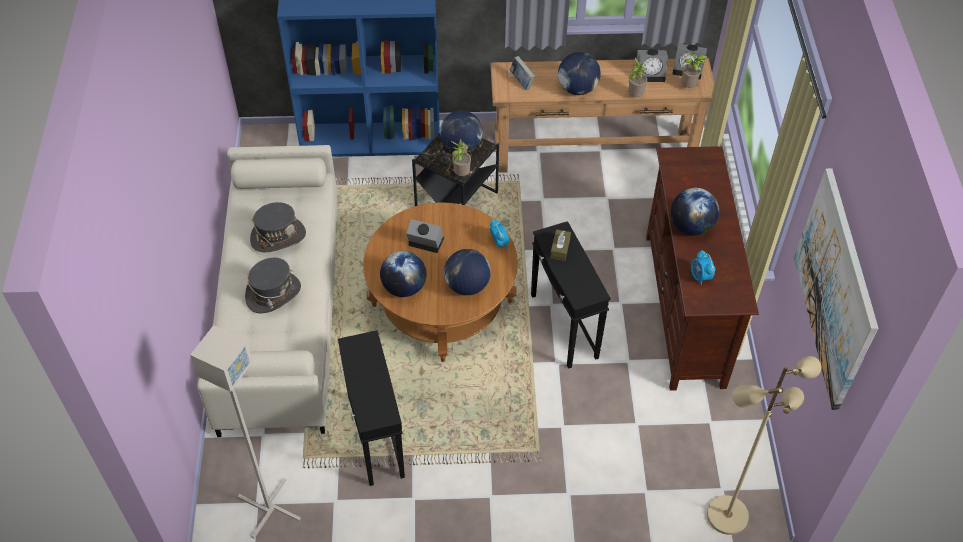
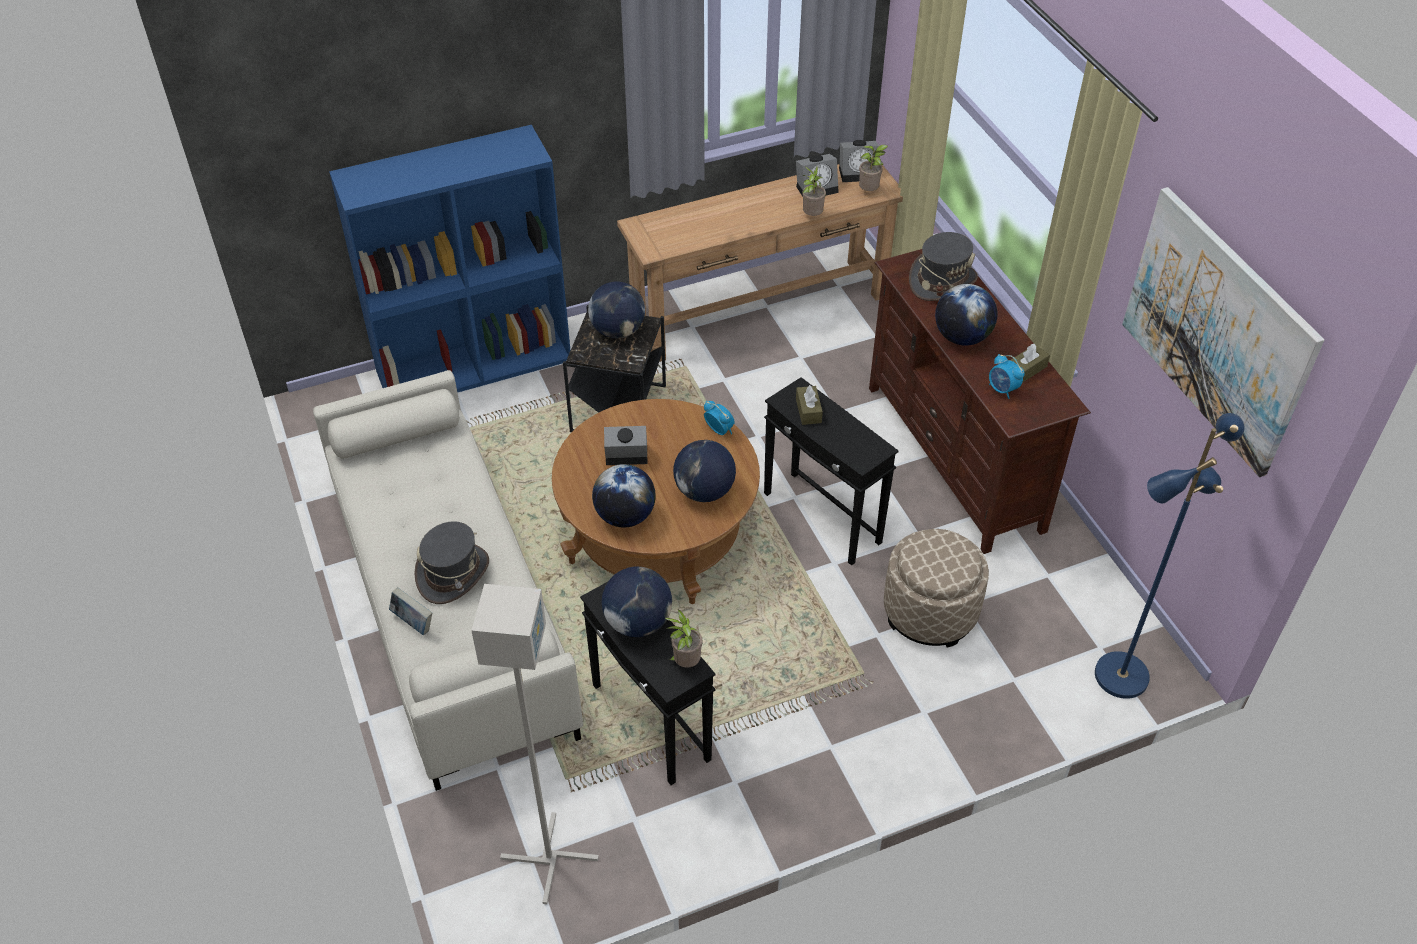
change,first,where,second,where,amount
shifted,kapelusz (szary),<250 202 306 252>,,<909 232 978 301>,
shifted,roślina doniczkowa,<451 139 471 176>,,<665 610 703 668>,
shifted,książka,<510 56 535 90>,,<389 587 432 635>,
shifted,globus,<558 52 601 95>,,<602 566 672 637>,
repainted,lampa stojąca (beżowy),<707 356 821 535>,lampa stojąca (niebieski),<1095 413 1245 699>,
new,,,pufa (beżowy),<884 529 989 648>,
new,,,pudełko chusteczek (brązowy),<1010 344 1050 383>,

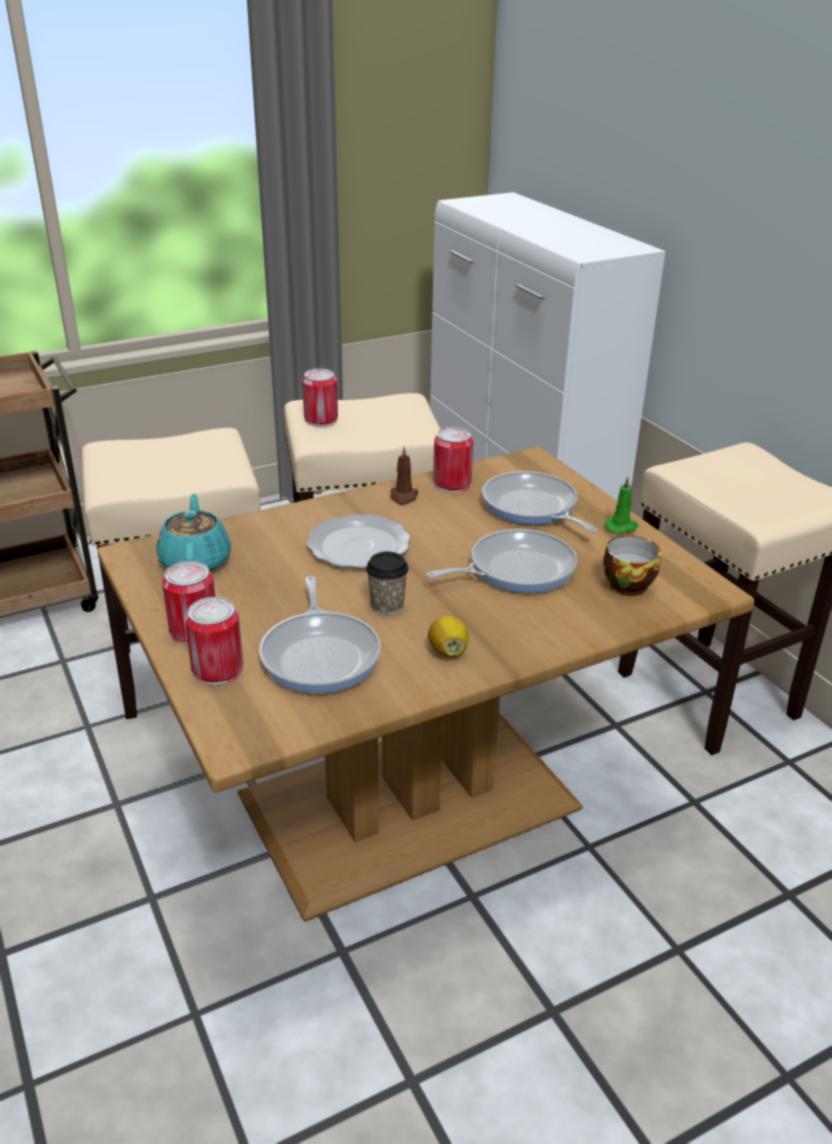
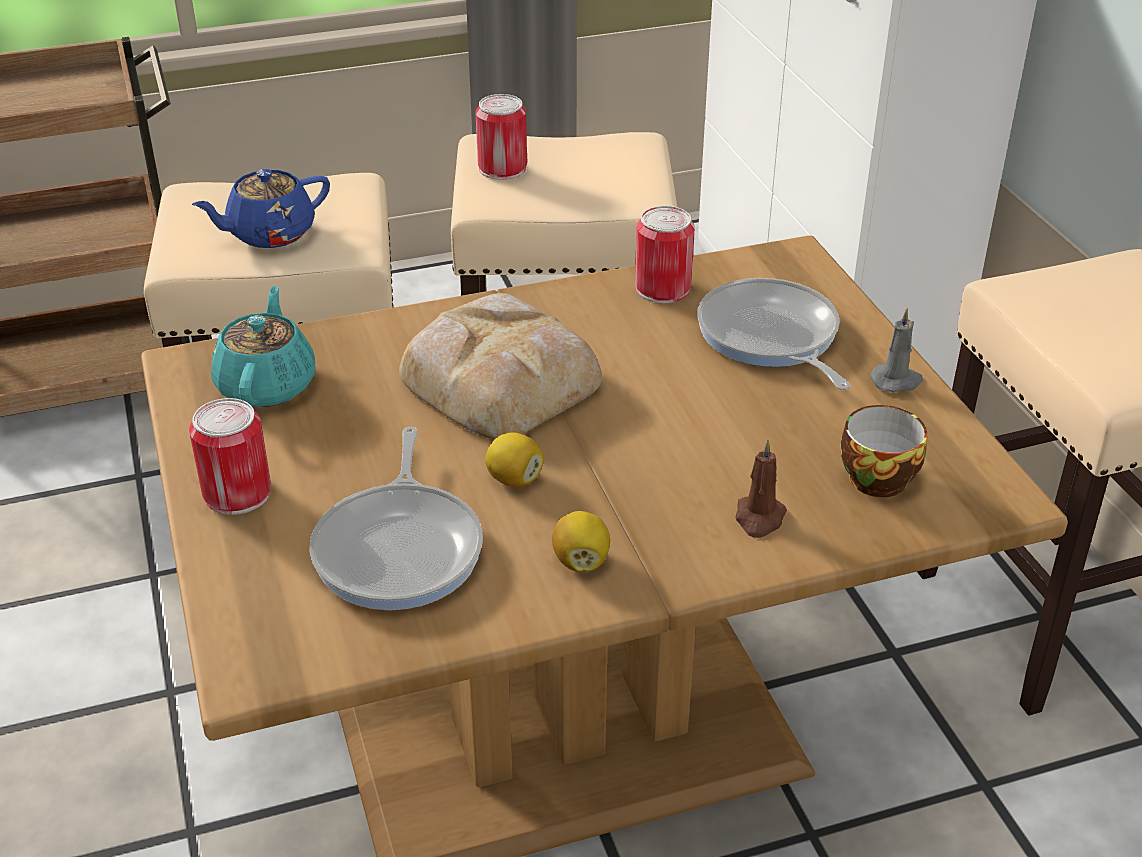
change,first,where,second,where,amount
gone,puszka,<185 597 243 685>,,,
swapped,talerz,<307 514 410 568>,chleb,<399 293 602 440>,
swapped,filiżanka,<366 551 409 614>,cytryna,<485 432 544 487>,
shifted,świeca (brązowy),<390 446 419 505>,,<736 440 787 538>,
gone,patelnia,<427 529 577 593>,,,
repainted,świeca (zielony),<604 476 639 534>,świeca (szary),<870 308 923 393>,
new,,,imbryk (niebieski),<192 169 330 248>,

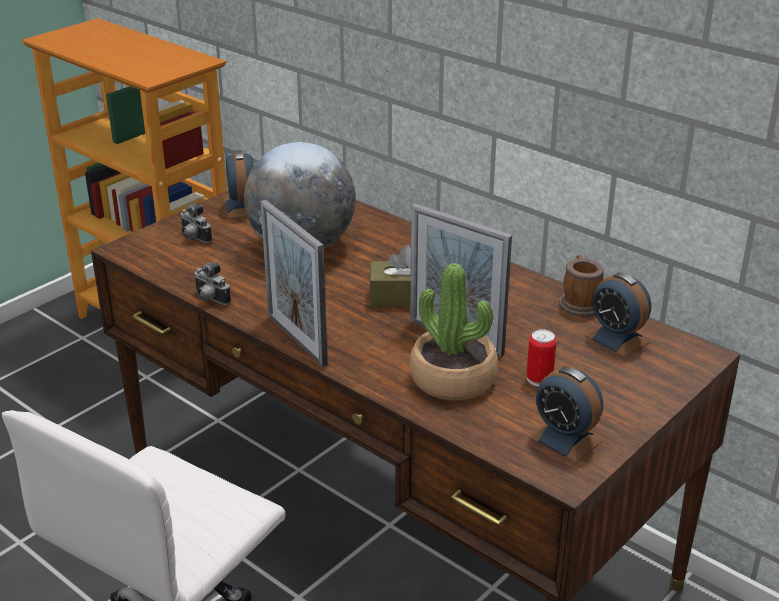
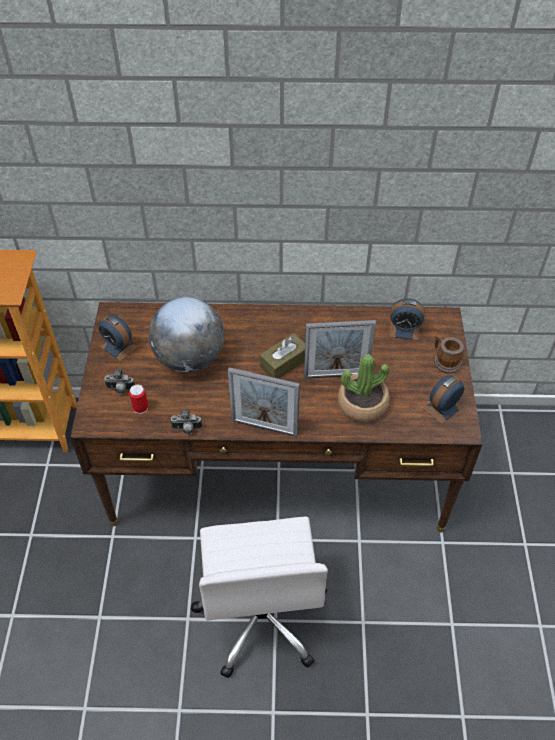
change,first,where,second,where,amount
shifted,puszka,<526 329 557 387>,,<129 384 148 414>,
rotated,budzik,<529 366 603 463>,,<423 375 464 424>,135 degrees clockwise
shifted,kubek,<559 255 604 317>,,<434 335 464 373>,

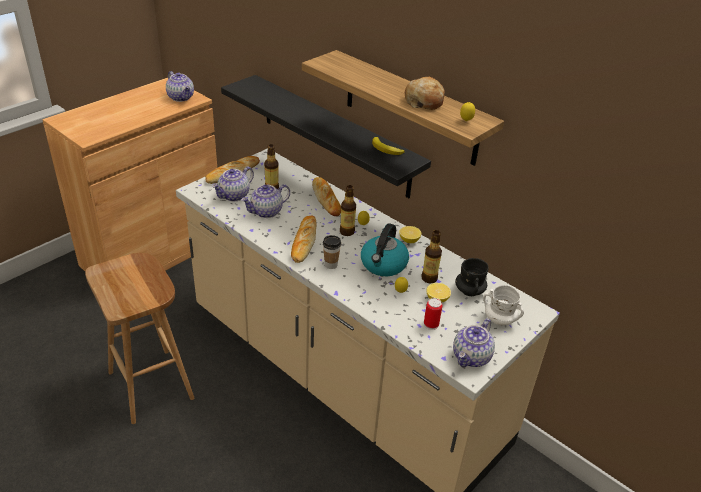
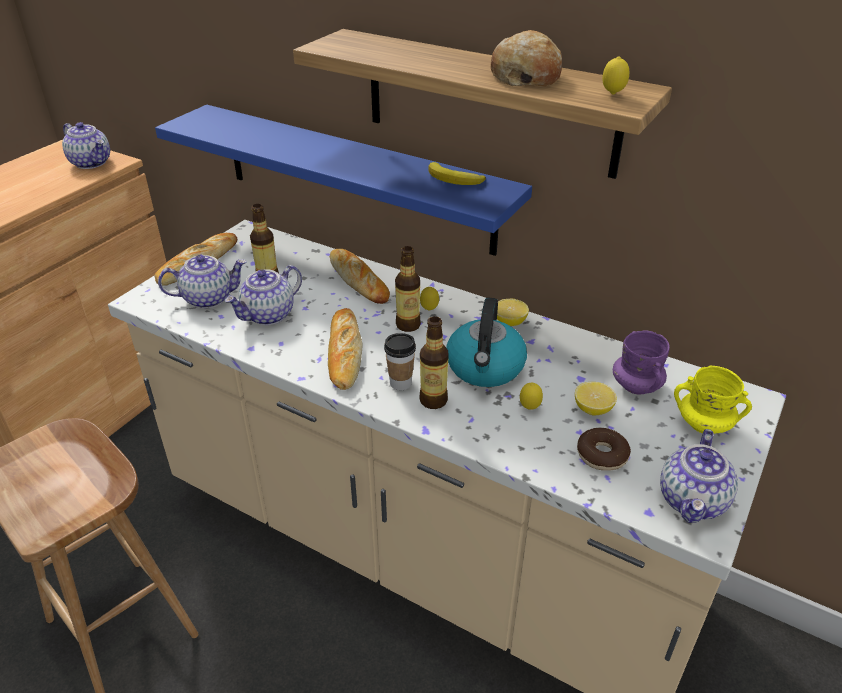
change,first,where,second,where,amount
rotated,imbryk,<212 166 254 201>,,<158 254 247 309>,135 degrees counterclockwise
repainted,półka (czarny),<221 75 431 198>,półka (niebieski),<155 105 532 256>,
shifted,butelka,<421 230 442 283>,,<419 316 449 409>,
swapped,puszka,<424 298 442 330>,donut,<577 428 631 471>,
repainted,kubek (czarny),<455 258 489 296>,kubek (fioletowy),<613 330 669 394>,
repainted,kubek (biały),<483 285 524 325>,kubek (żółty),<674 366 752 434>,

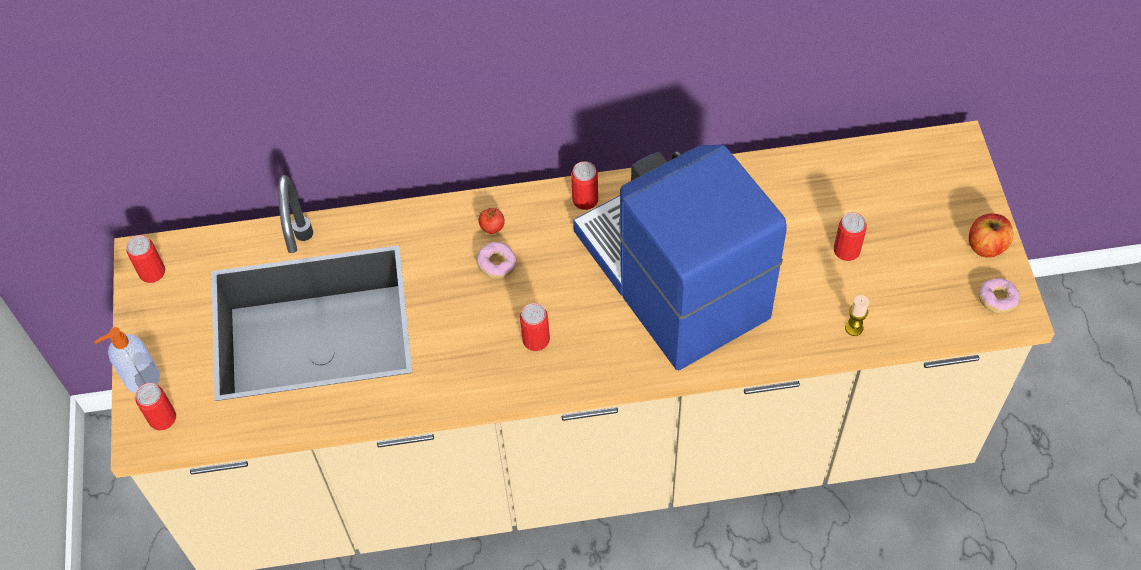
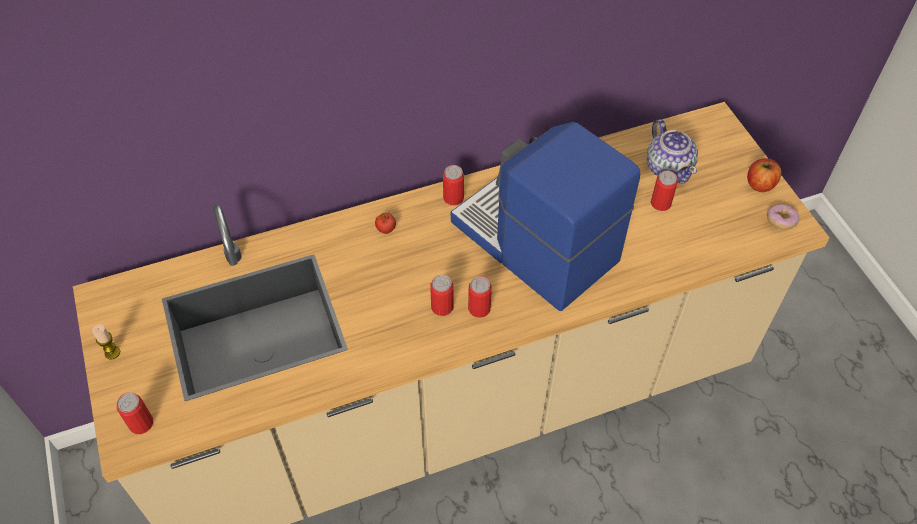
change,first,where,second,where,amount
gone,dozownik mydła,<94 327 160 394>,,,
shifted,puszka,<126 235 165 283>,,<468 276 492 318>,
gone,donut,<476 242 516 279>,,,
shifted,świeca,<845 295 869 336>,,<92 324 120 360>,
new,,,imbryk,<647 119 698 183>,

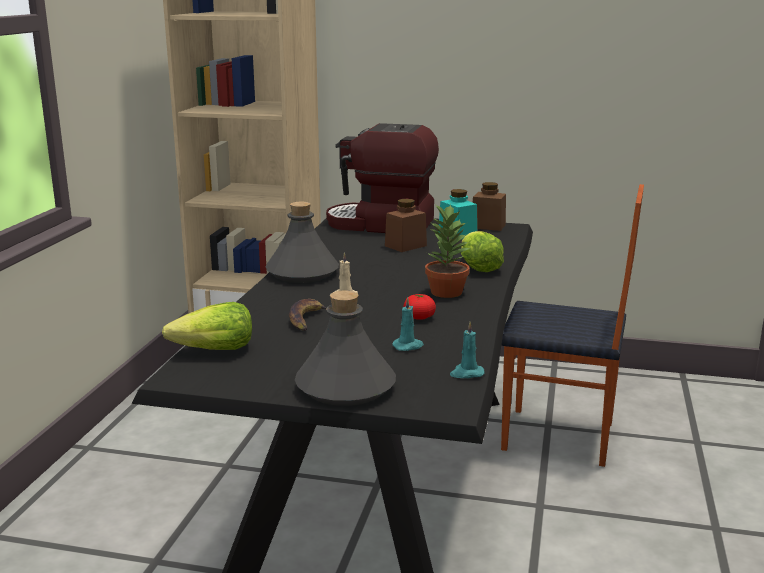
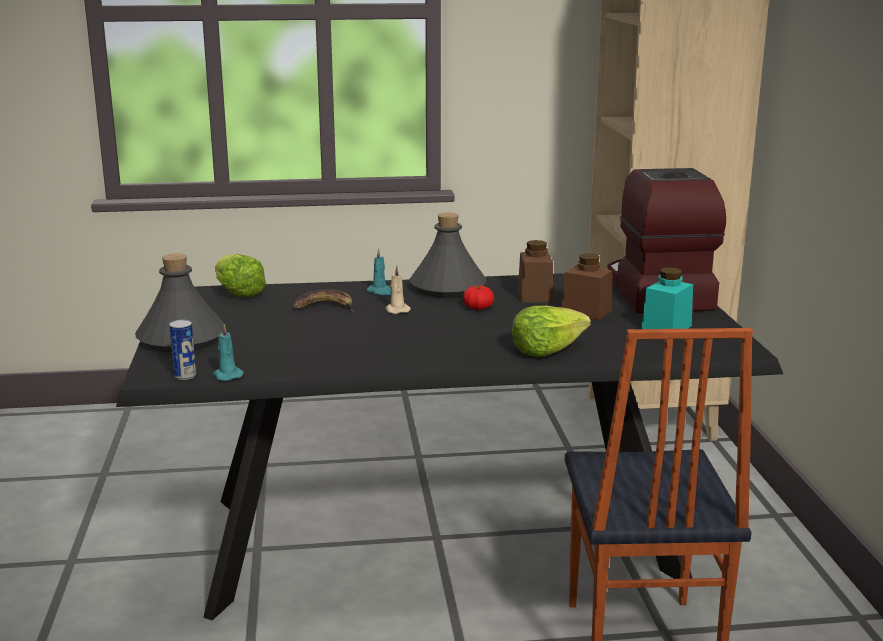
change,first,where,second,where,amount
shifted,świeca (turkusowy),<392 297 424 351>,,<367 248 392 295>,
shifted,pomidor,<403 294 436 320>,,<463 285 494 310>,
gone,roślina doniczkowa,<425 204 472 298>,,,
shifted,słoik (brązowy),<473 182 506 231>,,<518 240 553 303>,
new,,,puszka,<169 320 196 380>,

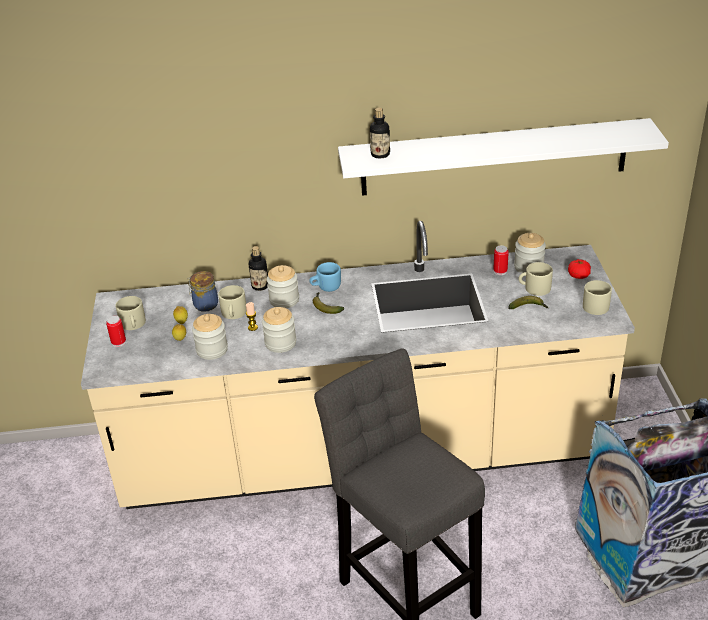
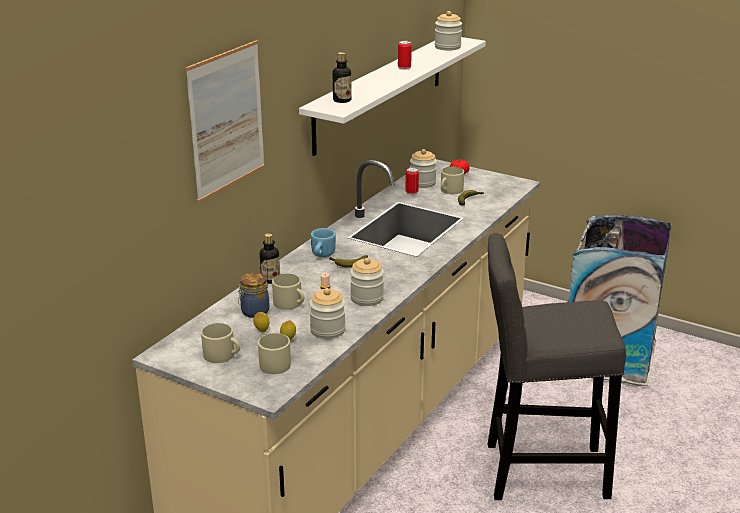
change,first,where,second,where,amount
shifted,puszka,<106 316 126 347>,,<398 41 412 70>,
shifted,słoik,<267 265 299 308>,,<435 11 462 51>,
shifted,kubek (beżowy),<583 280 612 315>,,<258 333 291 374>,
new,,,obraz,<185 40 265 203>,

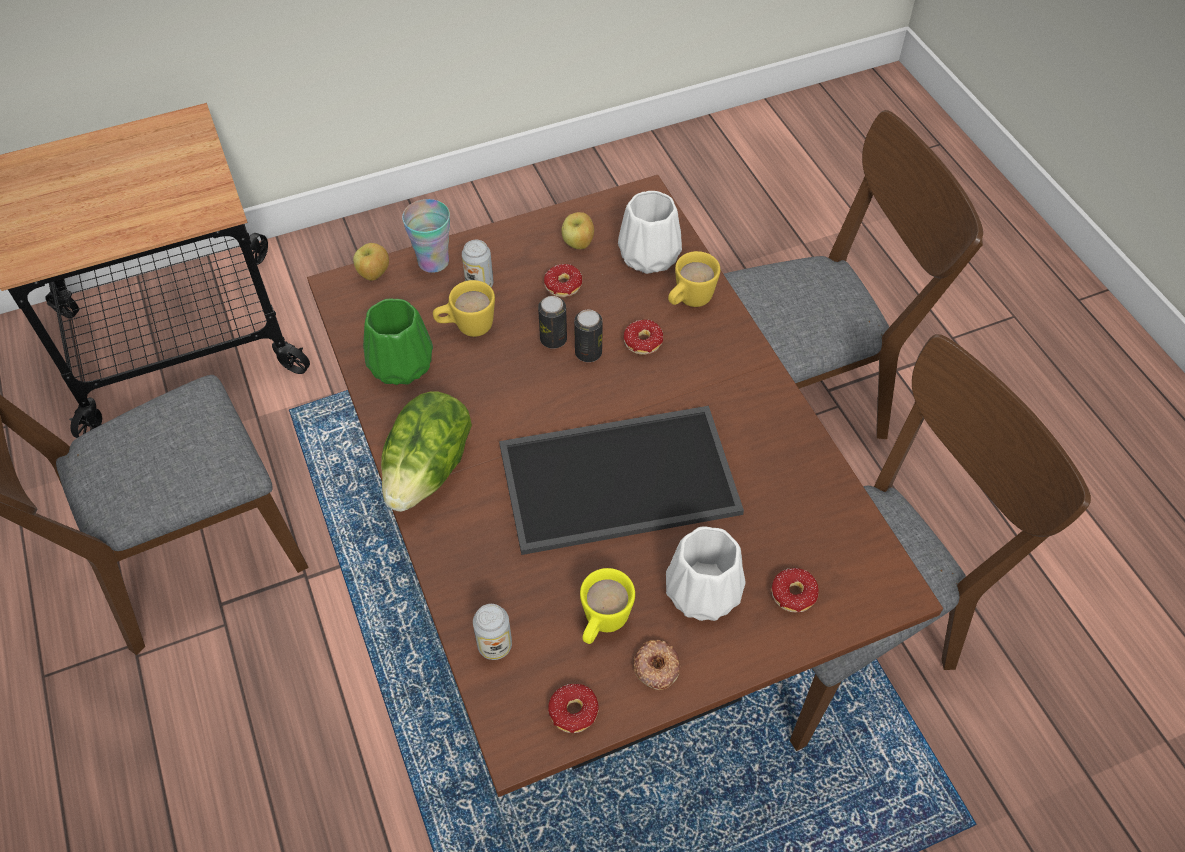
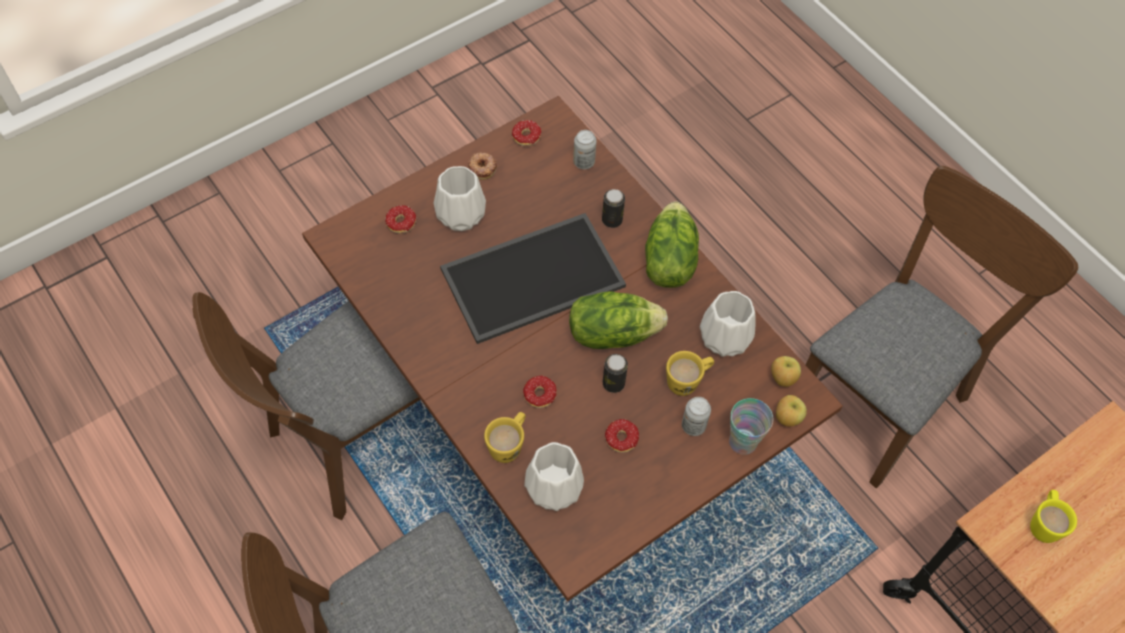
change,first,where,second,where,amount
repainted,wazon (zielony),<363 298 433 385>,wazon (biały),<700 291 755 357>,
shifted,jabłko,<561 212 594 249>,,<771 356 801 387>,
shifted,puszka,<574 309 603 362>,,<602 189 625 228>,
shifted,kubek (żółty),<580 568 635 644>,,<1030 490 1077 543>,
new,,,sałata,<569 291 668 349>,

